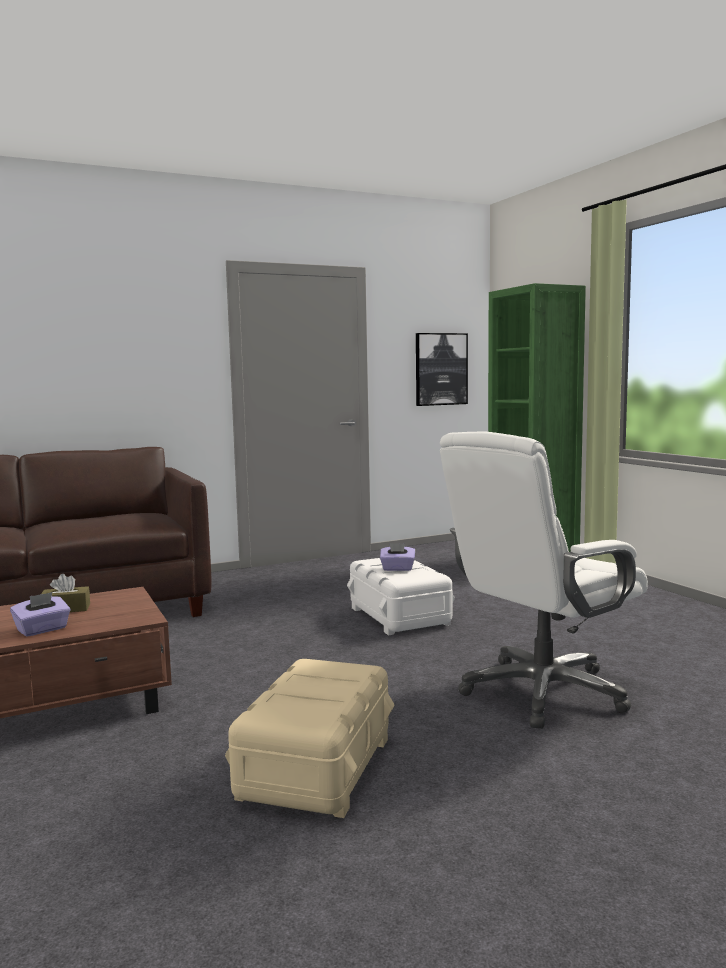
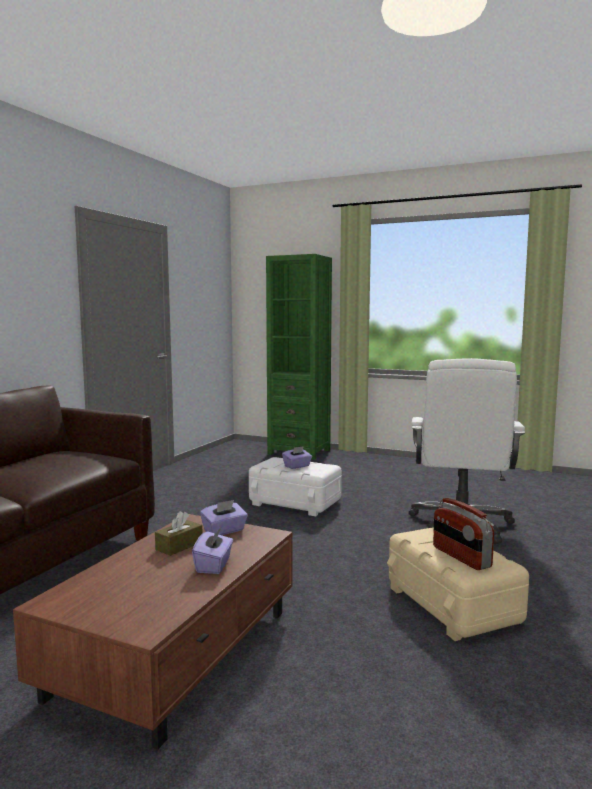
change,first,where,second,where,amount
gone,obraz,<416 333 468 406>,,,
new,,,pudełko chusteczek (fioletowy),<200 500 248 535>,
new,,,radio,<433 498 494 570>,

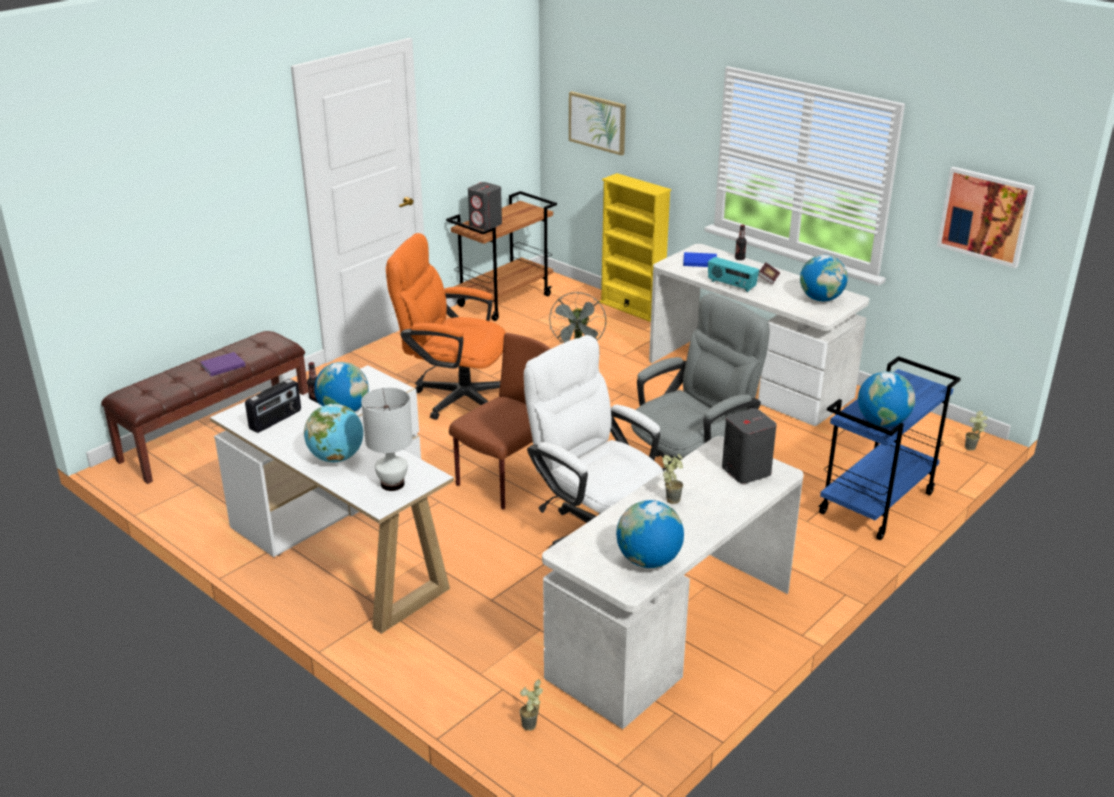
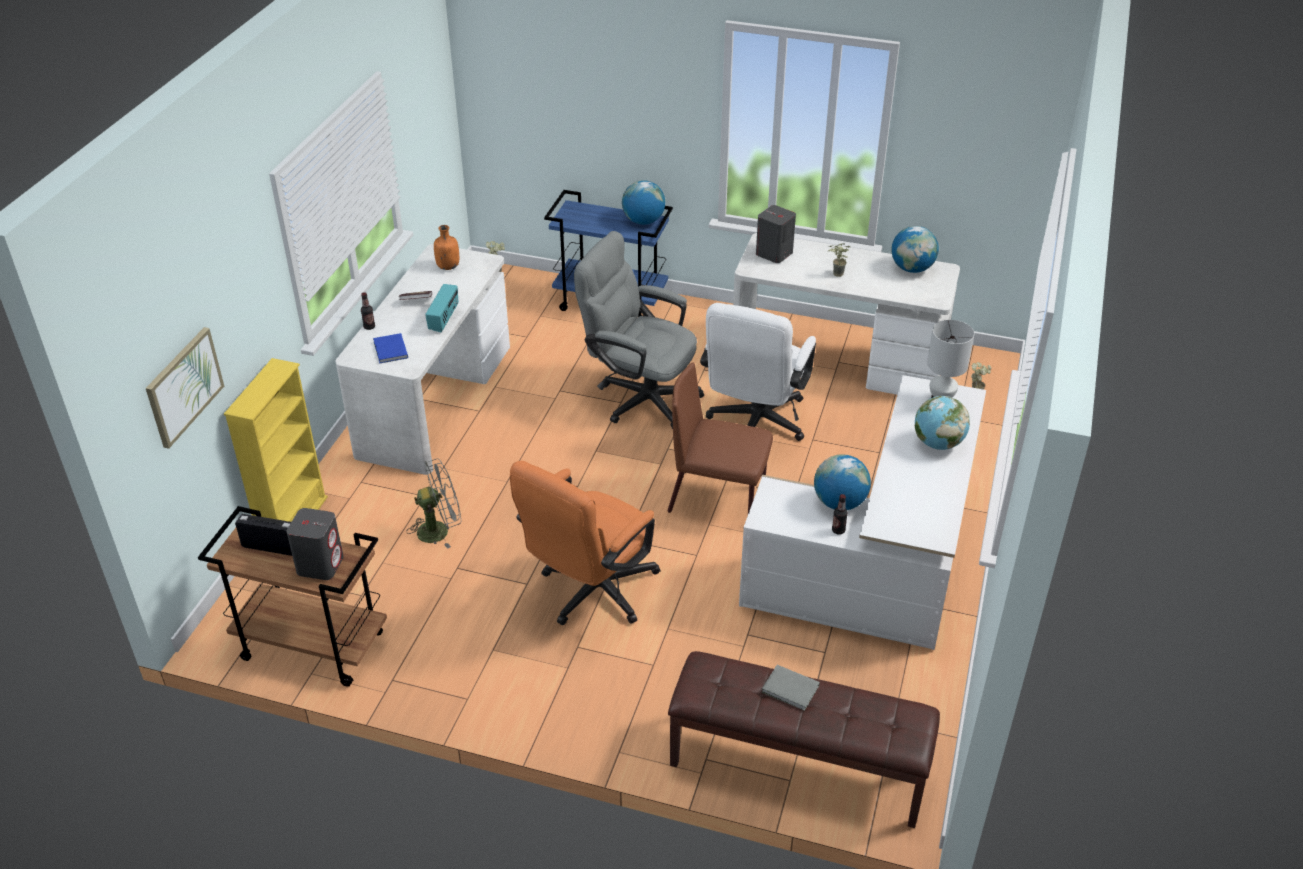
change,first,where,second,where,amount
repainted,książka (fioletowy),<201 352 245 376>,książka (szary),<762 665 820 711>,
shifted,radio,<245 379 301 433>,,<235 514 292 556>,
rotated,krzesło biurowe (pomarańczowy),<386 233 506 420>,,<510 461 660 626>,45 degrees clockwise
swapped,globus,<800 255 848 301>,butelka (pomarańczowy),<434 225 459 270>,
gone,obraz,<937 166 1035 268>,,,

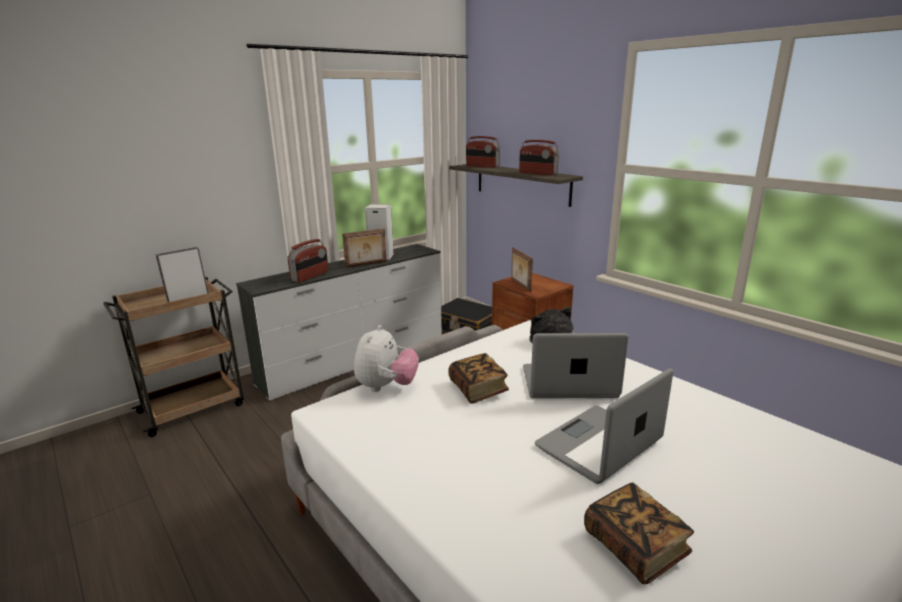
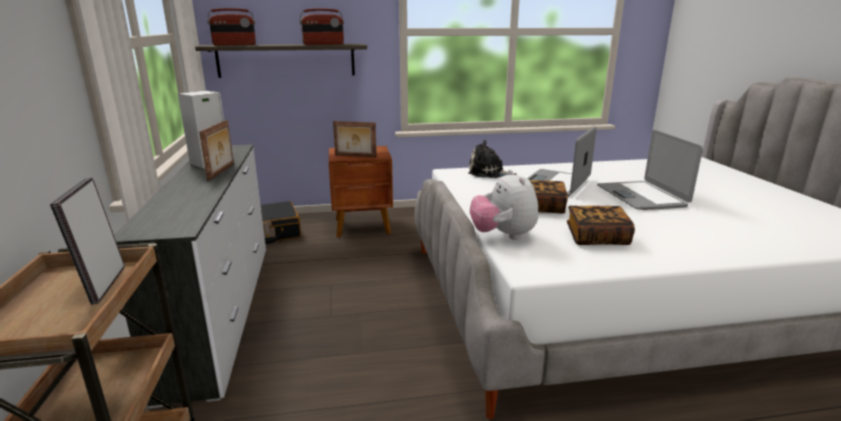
change,first,where,second,where,amount
gone,radio,<288 239 328 283>,,,
rotated,pluszak,<354 325 419 392>,,<470 170 538 240>,150 degrees counterclockwise
shifted,książka,<584 482 694 584>,,<567 206 635 245>,

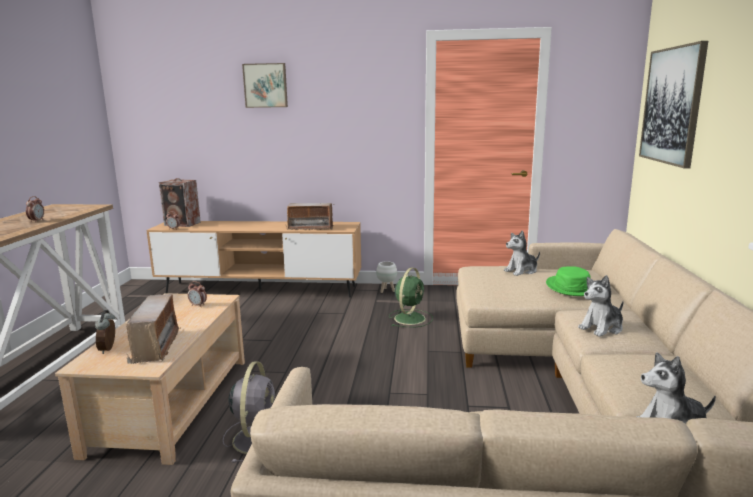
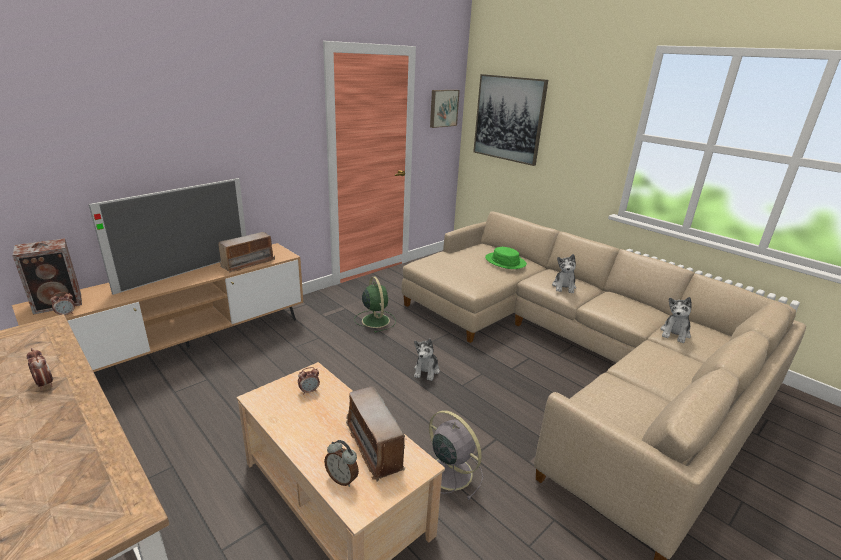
change,first,where,second,where,amount
rotated,radio,<126 294 181 364>,,<346 386 407 482>,150 degrees counterclockwise
shifted,obraz,<242 63 288 108>,,<430 90 460 128>,
gone,donica (biały),<376 261 397 293>,,,
shifted,pluszak,<504 230 540 276>,,<414 339 440 381>,
new,,,telewizor,<89 178 246 295>,

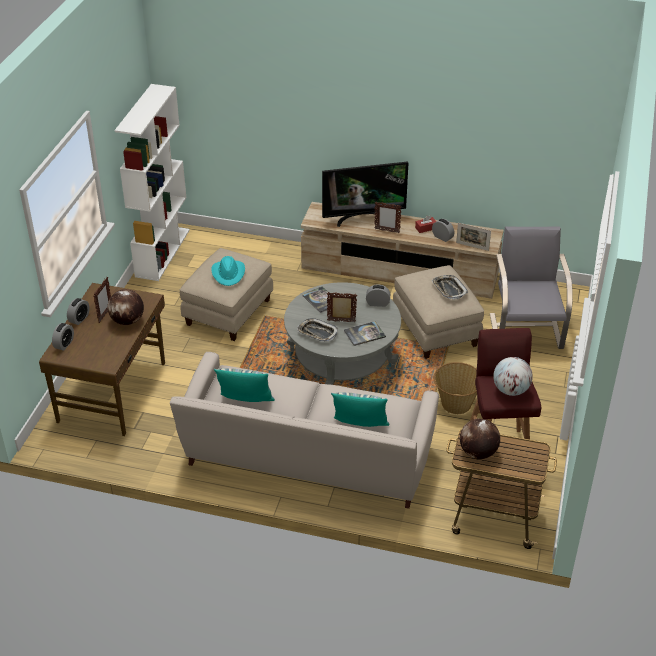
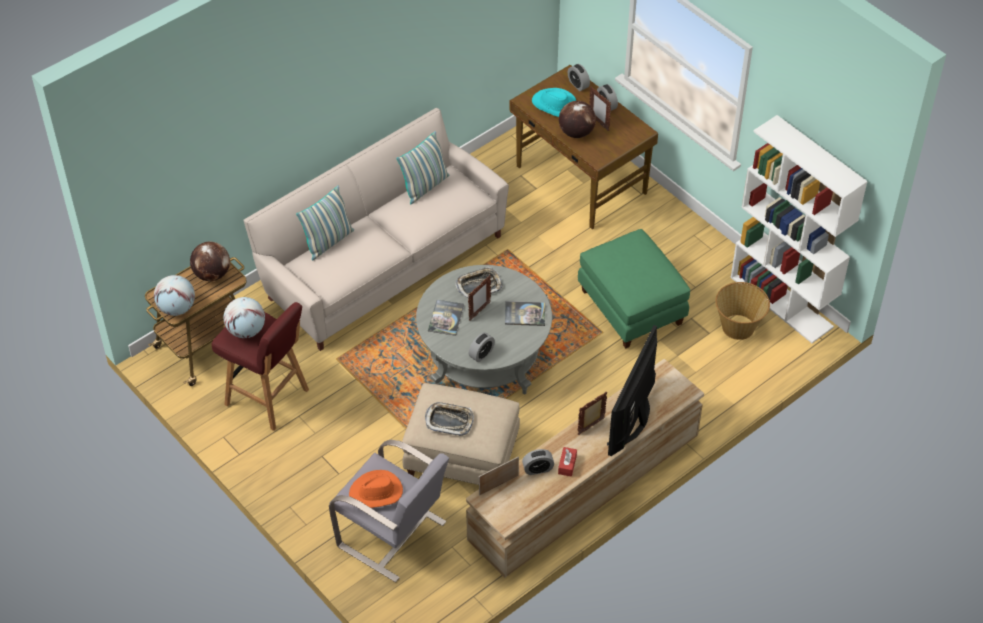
change,first,where,second,where,amount
repainted,pufa (beżowy),<180 248 273 341>,pufa (zielony),<578 229 690 348>,
shifted,kapelusz (turkusowy),<211 256 245 286>,,<532 88 576 117>,
shifted,koszyk,<434 362 477 414>,,<715 282 770 340>,
new,,,globus,<154 275 195 316>,
new,,,kapelusz (pomarańczowy),<349 470 403 508>,

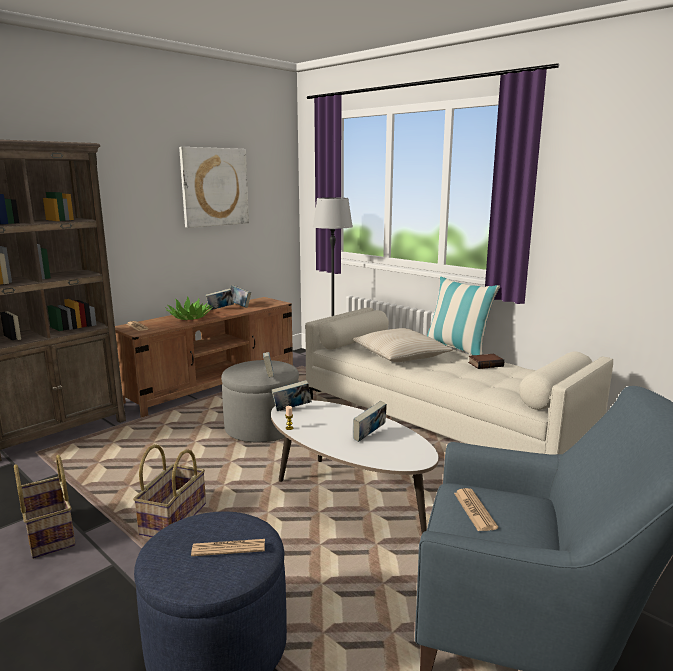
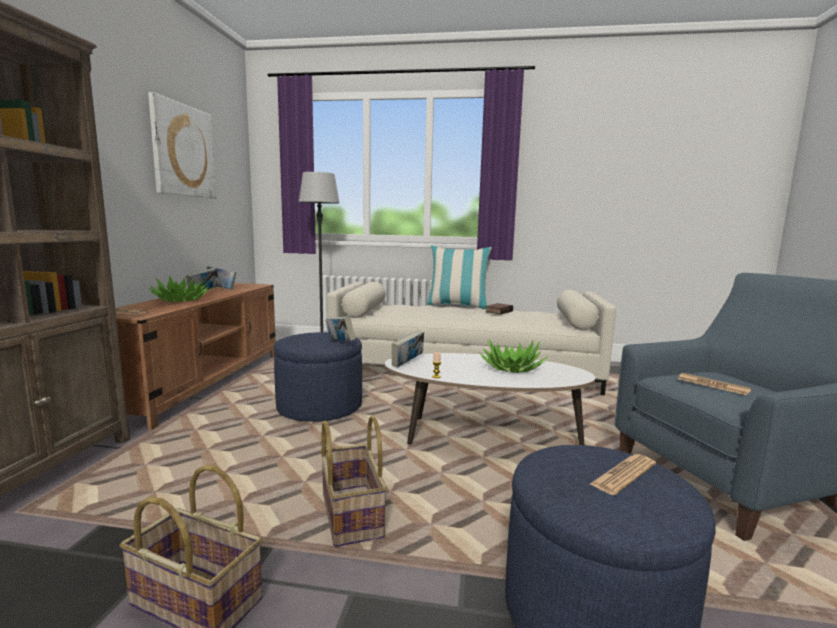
change,first,where,second,where,amount
repainted,pufa (szary),<221 360 299 442>,pufa (niebieski),<274 332 362 422>,
gone,poduszka (beżowy),<353 328 453 362>,,,
swapped,książka,<353 401 387 442>,roślina doniczkowa,<479 339 548 373>,

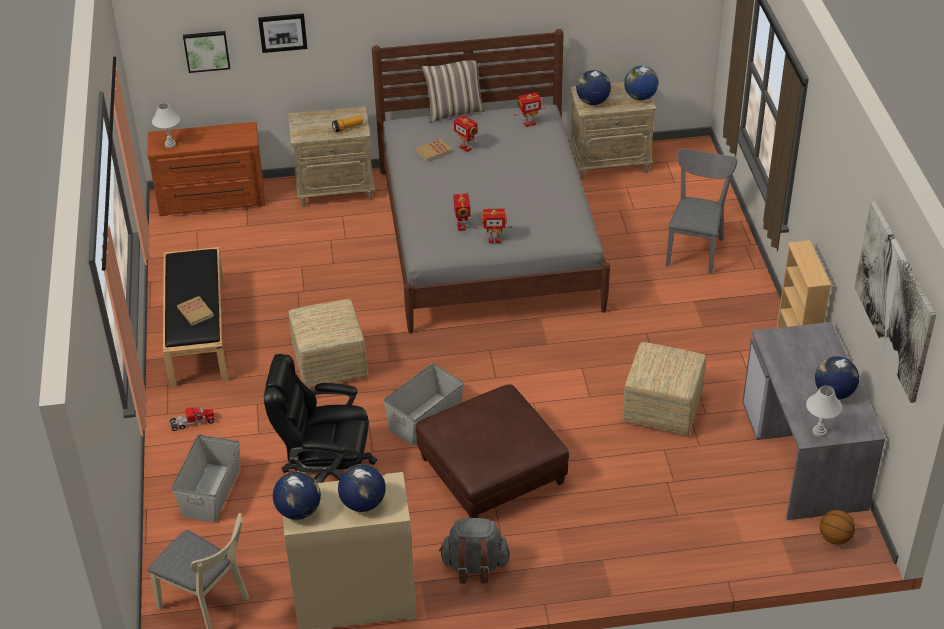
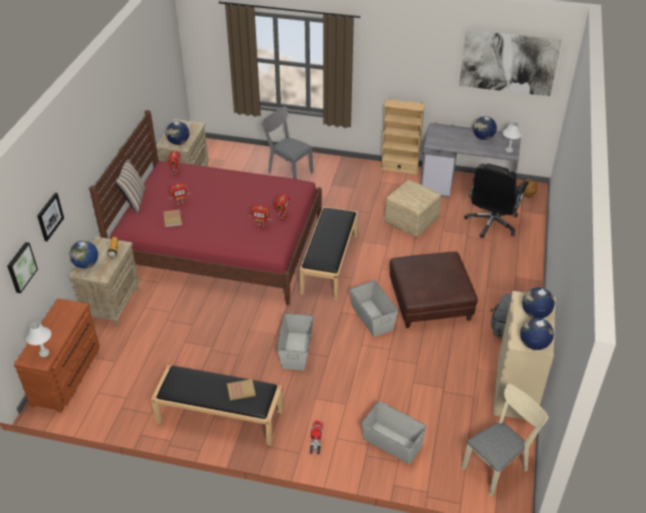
change,first,where,second,where,amount
shifted,krzesło biurowe (czarny),<264 354 377 483>,,<464 163 529 238>,
swapped,pufa,<289 299 368 388>,pojemnik do przechowywania (szary),<277 313 314 370>,
repainted,łóżko (szary),<372 29 610 333>,łóżko (czerwony),<89 110 322 305>,
shifted,globus,<624 66 659 100>,,<69 241 98 268>,
new,,,ławka (czarny),<299 206 358 300>,

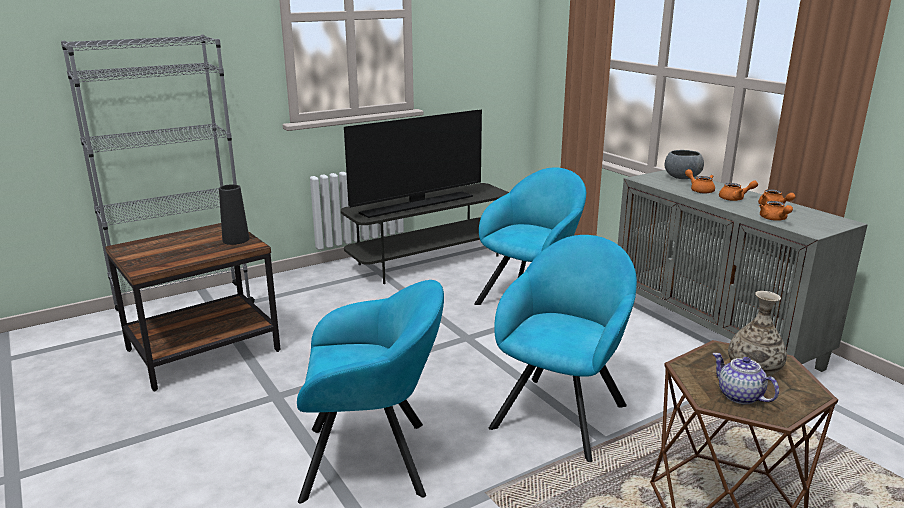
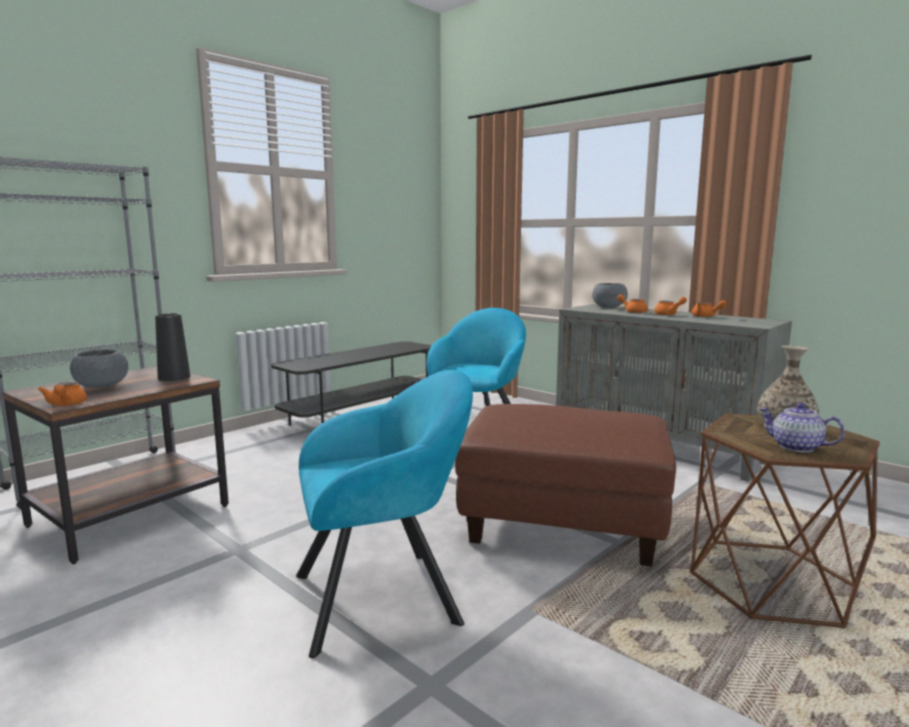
change,first,where,second,where,amount
gone,telewizor,<344 110 482 218>,,,
swapped,fotel (turkusowy),<489 235 637 462>,pufa (brązowy),<455 404 676 567>,
shifted,imbryk (pomarańczowy),<759 201 793 221>,,<38 382 87 406>,
new,,,miska (szary),<70 349 128 388>,

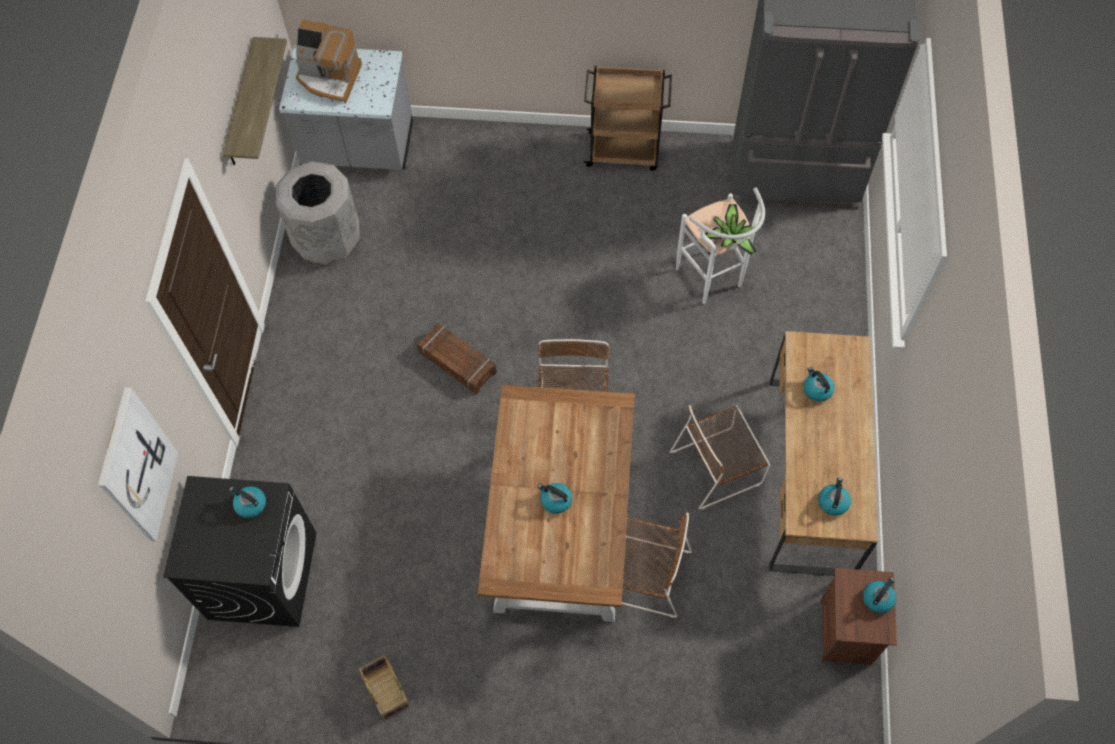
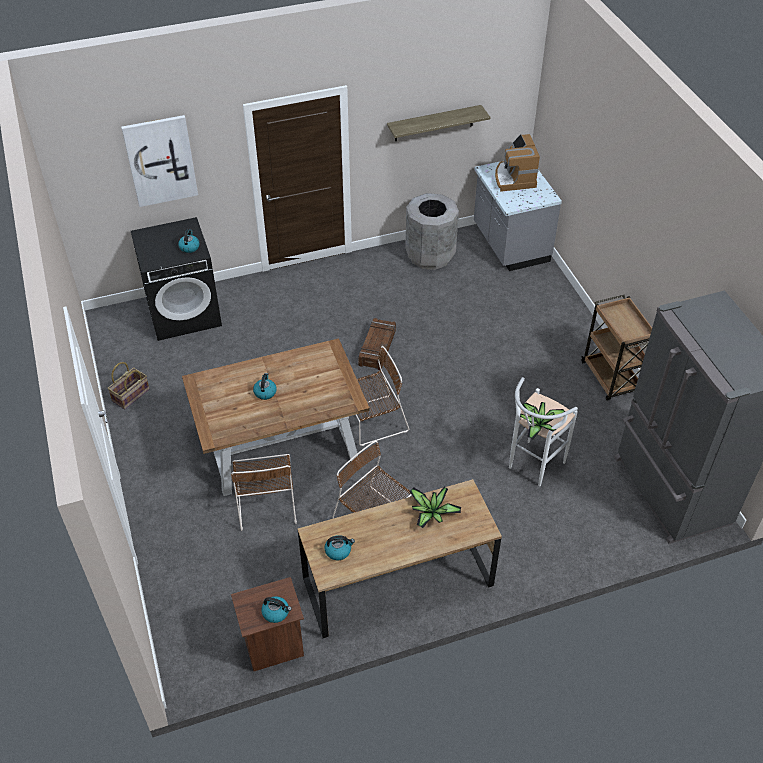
change,first,where,second,where,amount
swapped,czajnik,<803 367 834 402>,roślina doniczkowa,<409 487 461 528>,

